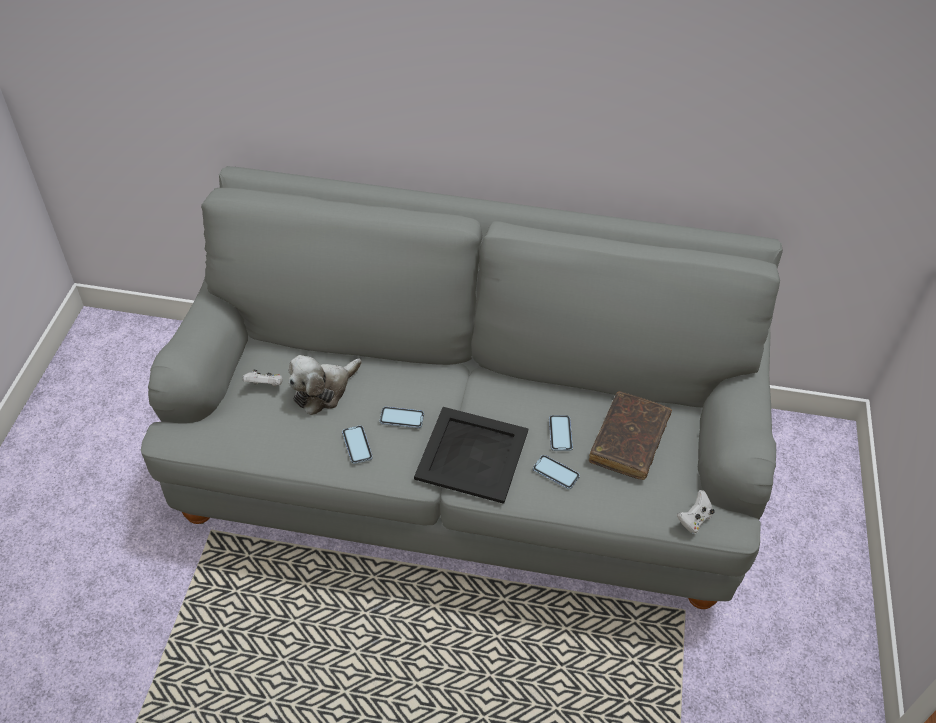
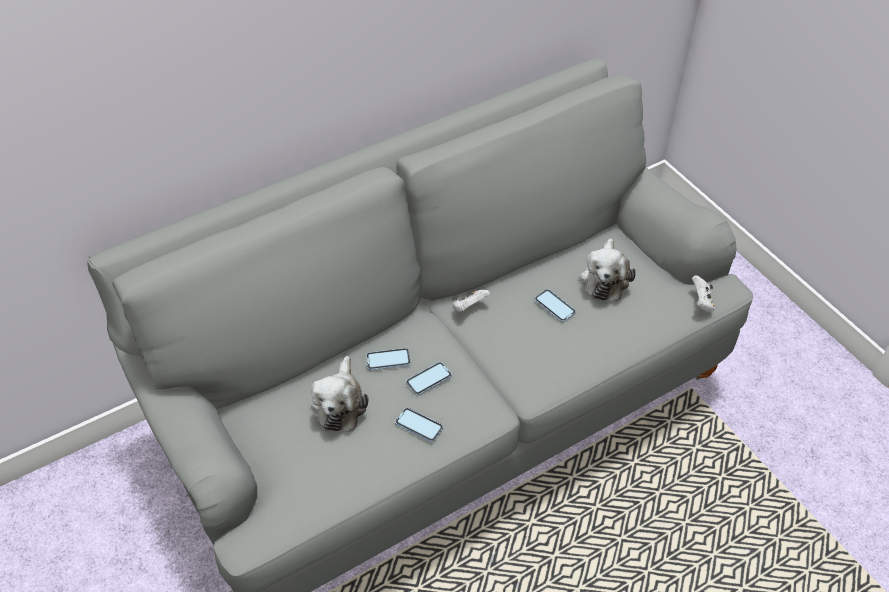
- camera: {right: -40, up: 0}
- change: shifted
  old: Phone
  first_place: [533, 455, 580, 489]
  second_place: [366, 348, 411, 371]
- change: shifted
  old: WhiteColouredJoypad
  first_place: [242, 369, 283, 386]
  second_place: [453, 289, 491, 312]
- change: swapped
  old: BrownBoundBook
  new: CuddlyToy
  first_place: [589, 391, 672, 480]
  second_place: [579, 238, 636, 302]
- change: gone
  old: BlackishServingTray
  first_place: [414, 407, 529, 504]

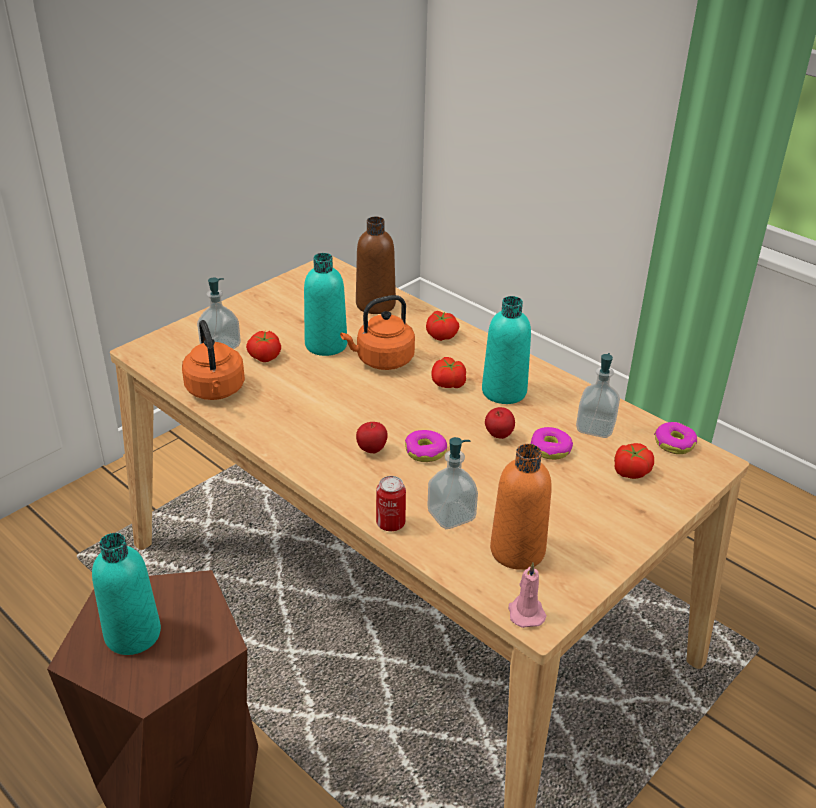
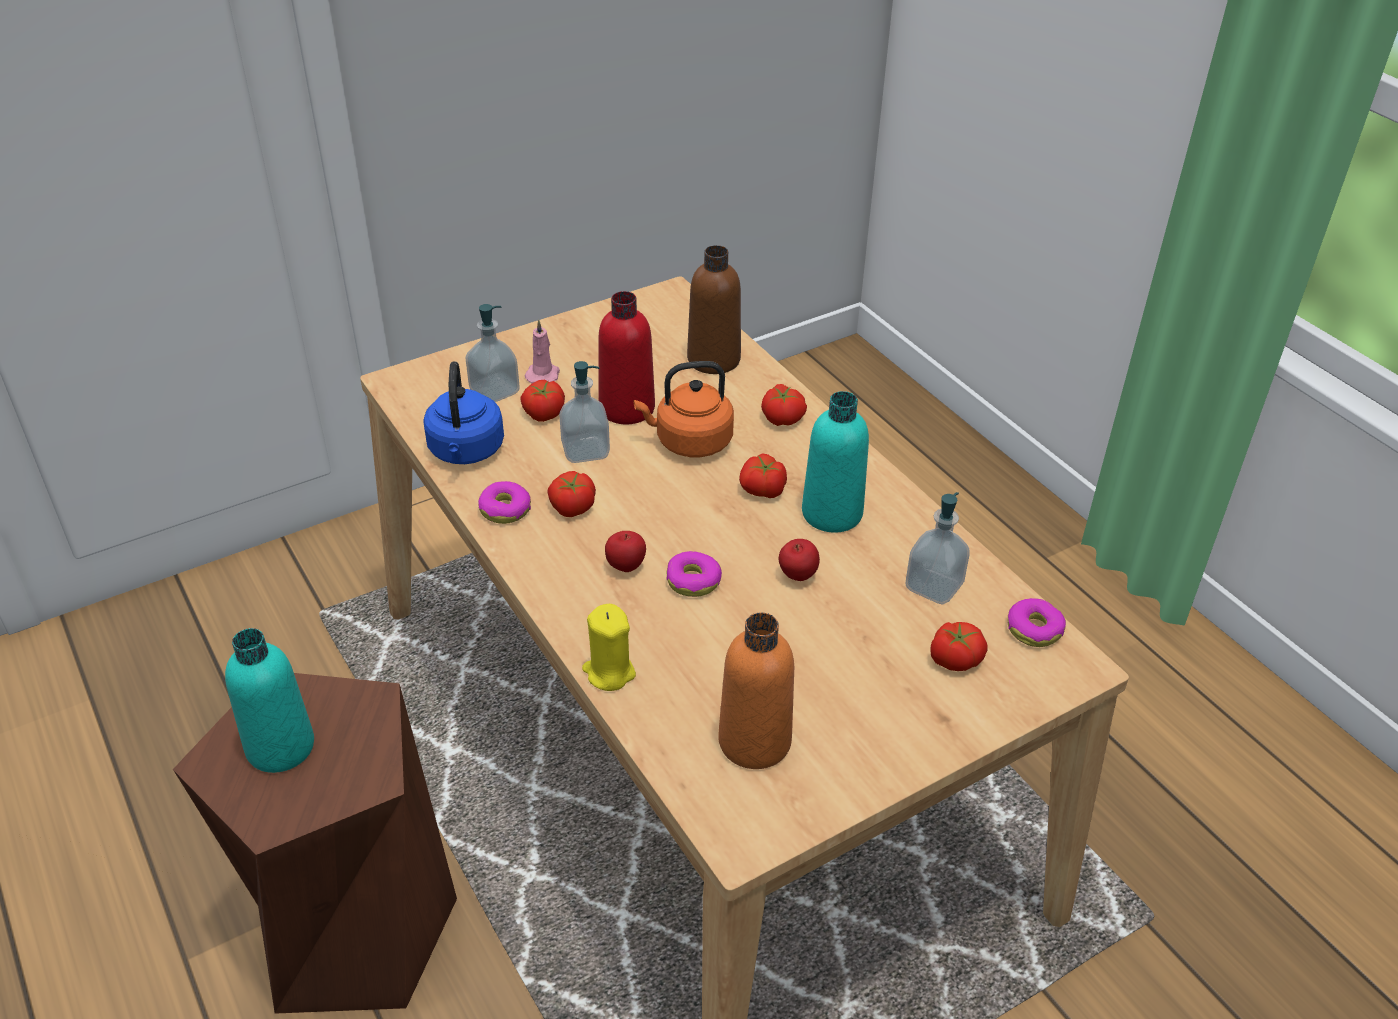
- camera: {right: 15, up: 5}
- change: repainted
  old: OrangeyWaterKettle
  new: BlueColouredWaterKettle
  first_place: [182, 320, 245, 400]
  second_place: [423, 361, 504, 464]
- change: shifted
  old: Donut
  first_place: [531, 427, 573, 460]
  second_place: [478, 481, 531, 524]
- change: shifted
  old: PinkishWaxCandle
  first_place: [508, 562, 547, 628]
  second_place: [525, 320, 560, 383]
- change: new
  new: FreshTomato
  second_place: [547, 471, 596, 517]
- change: shifted
  old: LiquidSoapBottle
  first_place: [427, 437, 478, 529]
  second_place: [559, 361, 610, 463]
- change: swapped
  old: SealedCan
  new: YellowColouredWaxCandle
  first_place: [376, 476, 406, 531]
  second_place: [582, 604, 636, 691]
- change: repainted
  old: BlueGreenBeverageBottle
  new: RedColouredBeverageBottle
  first_place: [304, 253, 347, 356]
  second_place: [598, 291, 655, 424]

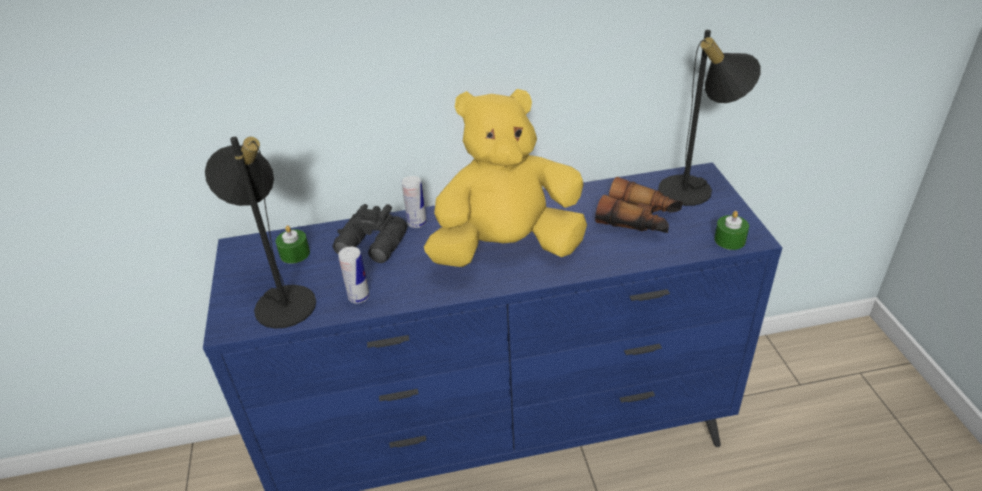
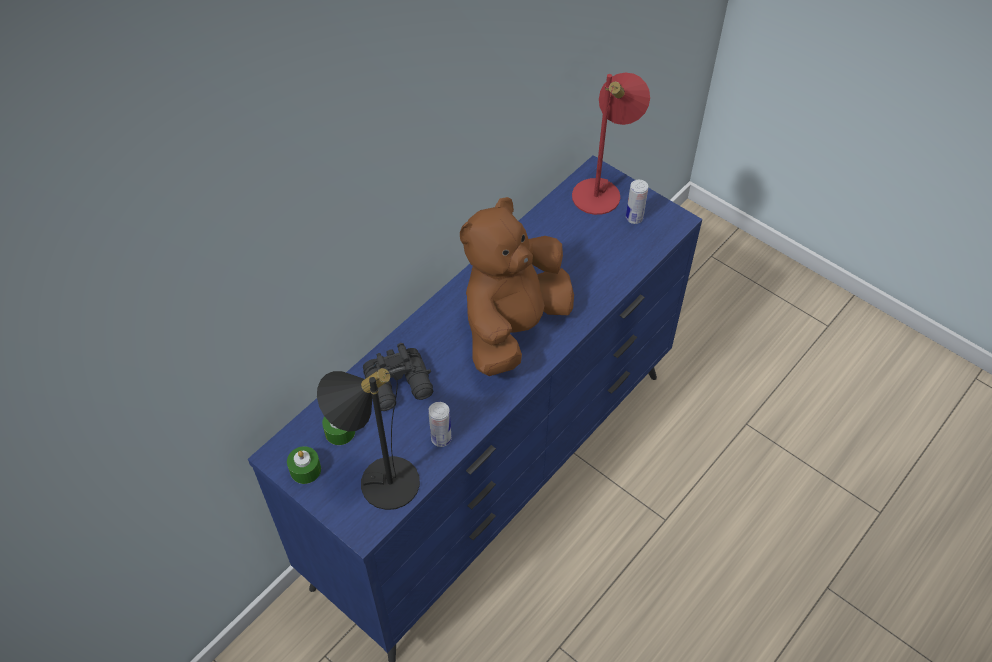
- camera: {right: -40, up: 15}
- change: shifted
  old: GreenishWaxCandle
  first_place: [714, 211, 749, 250]
  second_place: [287, 446, 321, 484]
- change: repainted
  old: YellowColouredCuddlyToy
  new: BrownCuddlyToy
  first_place: [424, 89, 587, 267]
  second_place: [460, 197, 574, 376]
- change: repainted
  old: BlackishLampForATable
  new: RedColouredLampForATable
  first_place: [658, 30, 761, 206]
  second_place: [572, 72, 650, 215]
- change: shifted
  old: SealedCan
  first_place: [401, 176, 427, 228]
  second_place: [626, 180, 648, 224]
- change: gone
  old: PairOfBinoculars
  first_place: [595, 177, 682, 233]

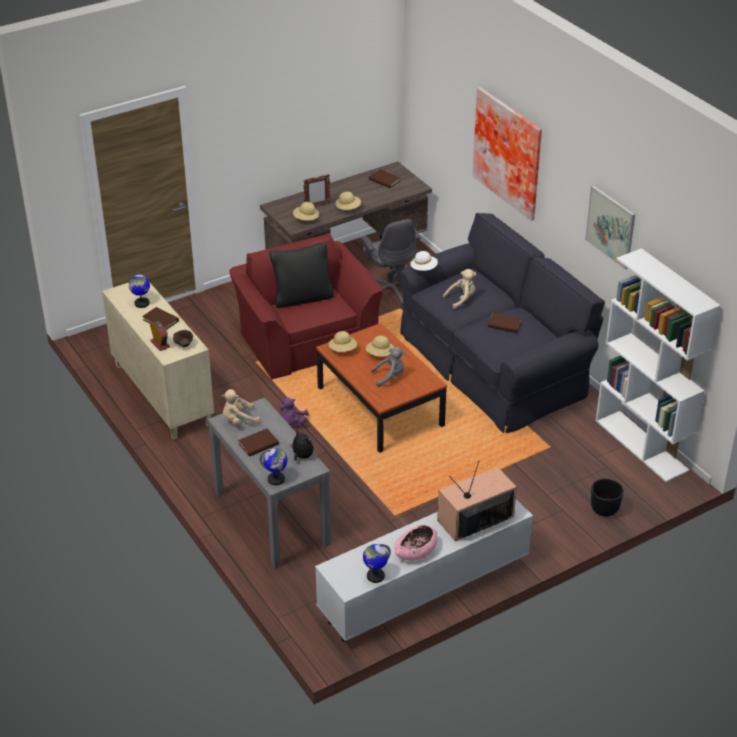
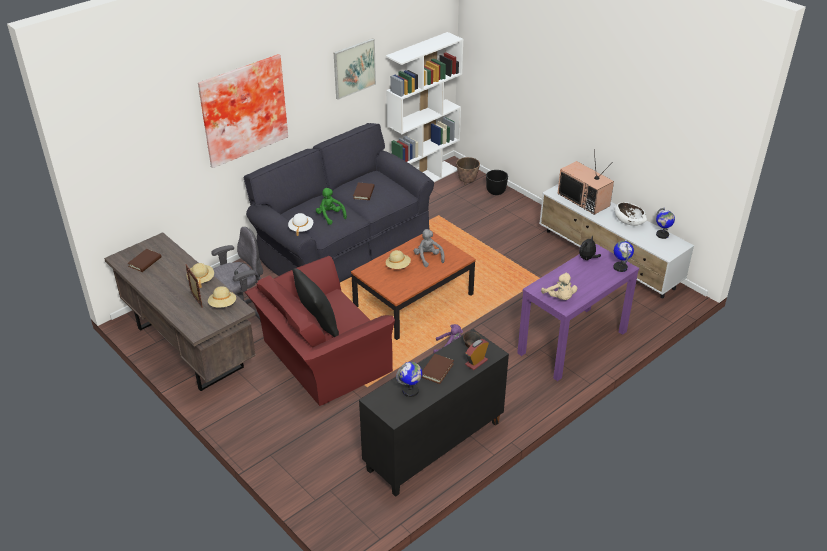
- camera: {right: -100, up: 0}
- change: repainted
  old: BeigeCuddlyToy
  new: GreenishCuddlyToy
  first_place: [443, 269, 476, 309]
  second_place: [316, 188, 347, 225]
- change: repainted
  old: BeigeCupboard
  new: BlackishCupboard
  first_place: [102, 283, 214, 439]
  second_place: [359, 329, 509, 497]
- change: new
  new: Planter
  second_place: [456, 157, 480, 185]
- change: repainted
  old: GrayConsoleTable
  new: PurplishConsoleTable
  first_place: [208, 398, 331, 569]
  second_place: [517, 244, 639, 381]
- change: repainted
  old: PinkishBowl
  new: WhiteColouredBowl
  first_place: [395, 525, 437, 561]
  second_place: [614, 202, 647, 226]
- change: gone
  old: BrownBoundBook
  first_place: [238, 428, 279, 457]
- change: gone
  old: BeigeClothingHat
  first_place: [329, 331, 357, 352]

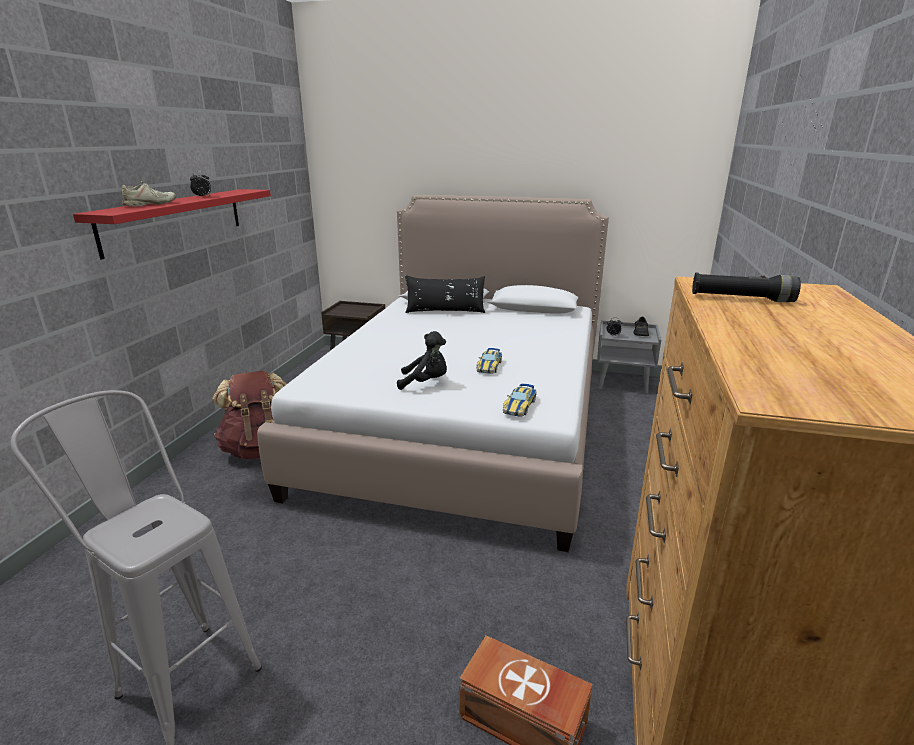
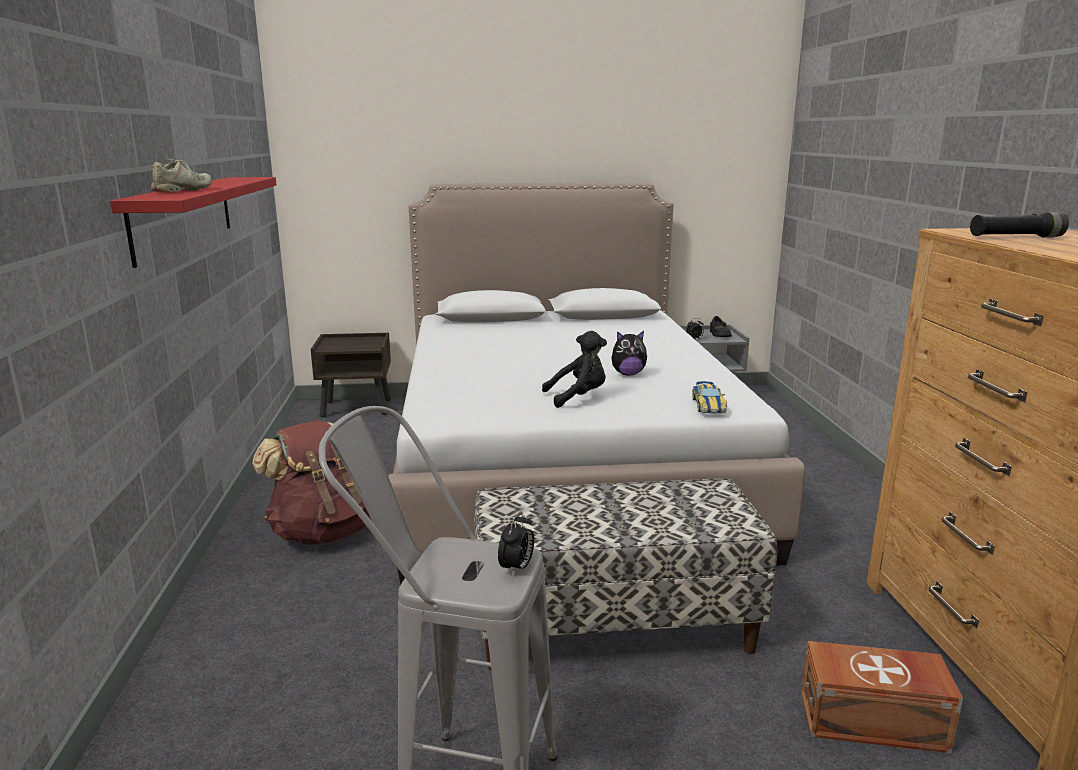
- camera: {right: -20, up: -5}
- change: new
  new: Bench
  second_place: [474, 479, 777, 670]
- change: shifted
  old: AlarmClock
  first_place: [190, 171, 211, 197]
  second_place: [498, 512, 534, 575]
- change: swapped
  old: ToyCar
  new: CuddlyToy
  first_place: [477, 348, 502, 374]
  second_place: [611, 331, 647, 375]
- change: gone
  old: BlackishPillow
  first_place: [405, 275, 485, 313]

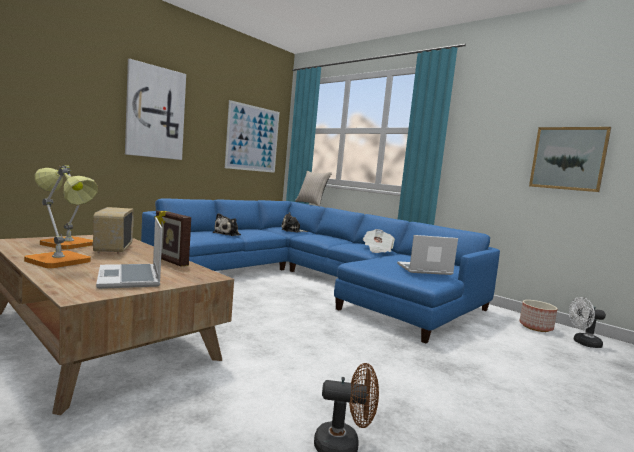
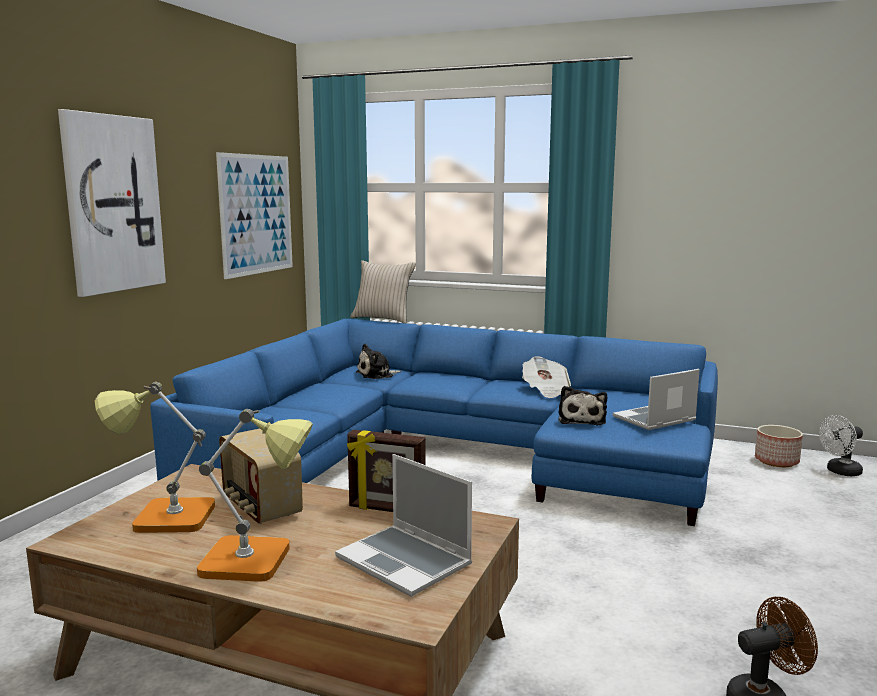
- camera: {right: -20, up: 5}
- change: shifted
  old: CuddlyToy
  first_place: [212, 213, 241, 236]
  second_place: [559, 386, 607, 426]
- change: gone
  old: Picture
  first_place: [529, 127, 611, 192]

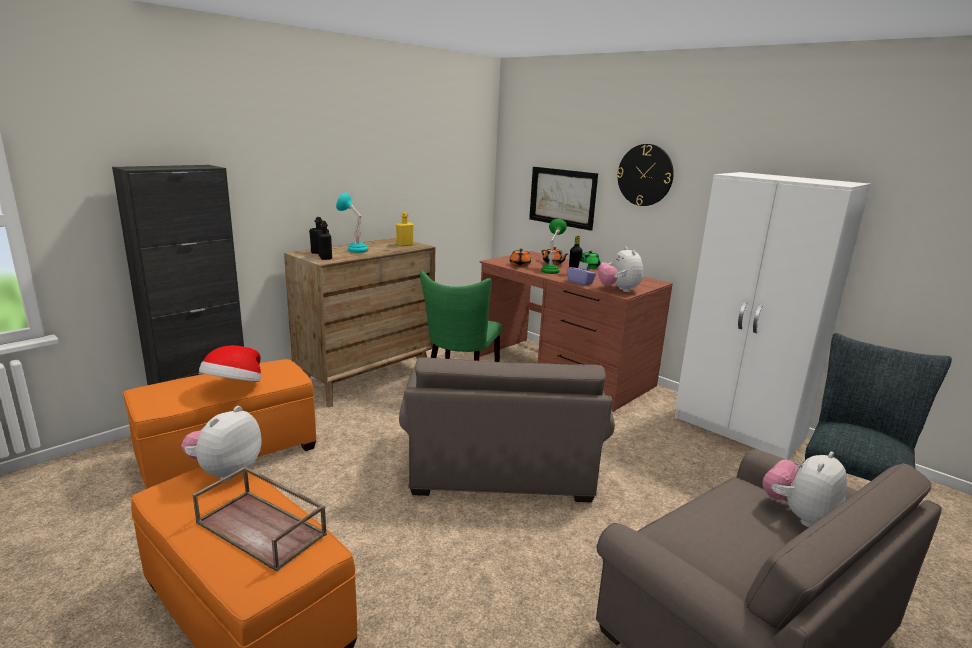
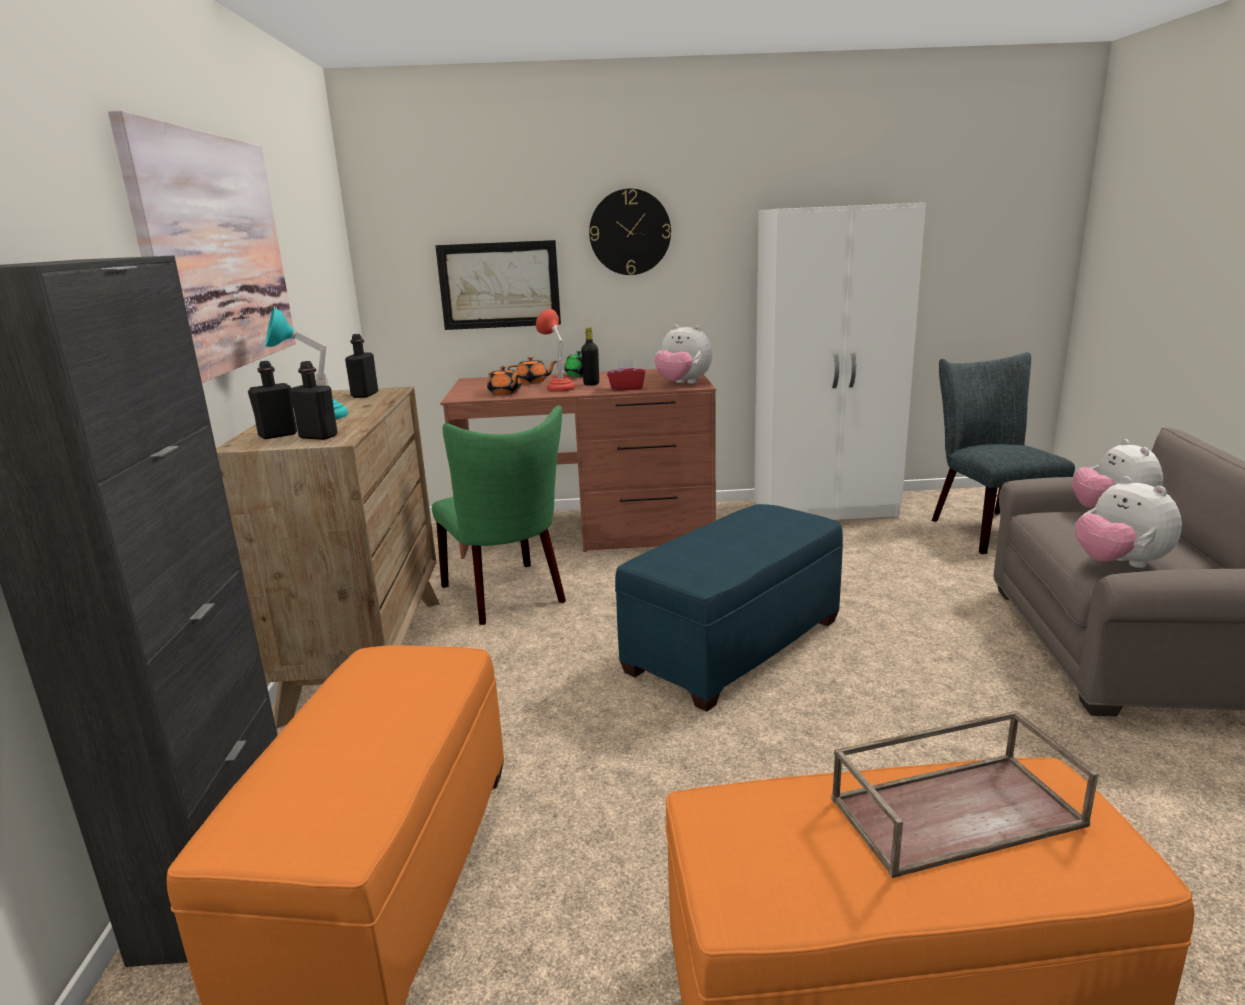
- camera: {right: -45, up: 0}
- change: new
  new: Picture
  second_place: [108, 110, 296, 383]
- change: repainted
  old: YellowColouredBeverageBottle
  new: BlackishBeverageBottle
  first_place: [396, 212, 414, 246]
  second_place: [345, 334, 378, 398]
- change: repainted
  old: GreenishLampForATable
  new: RedColouredLampForATable
  first_place: [541, 219, 567, 274]
  second_place: [536, 309, 575, 392]
- change: repainted
  old: PurplishTissueBox
  new: RedColouredTissueBox
  first_place: [567, 262, 596, 285]
  second_place: [607, 359, 645, 391]
- change: swapped
  old: GrayArmchair
  new: BlueColouredFootrest
  first_place: [399, 357, 615, 502]
  second_place: [615, 504, 843, 712]
- change: shifted
  old: CuddlyToy
  first_place: [181, 406, 262, 481]
  second_place: [1075, 476, 1182, 568]
- change: gone
  old: ClothingHat
  first_place: [199, 345, 261, 382]

